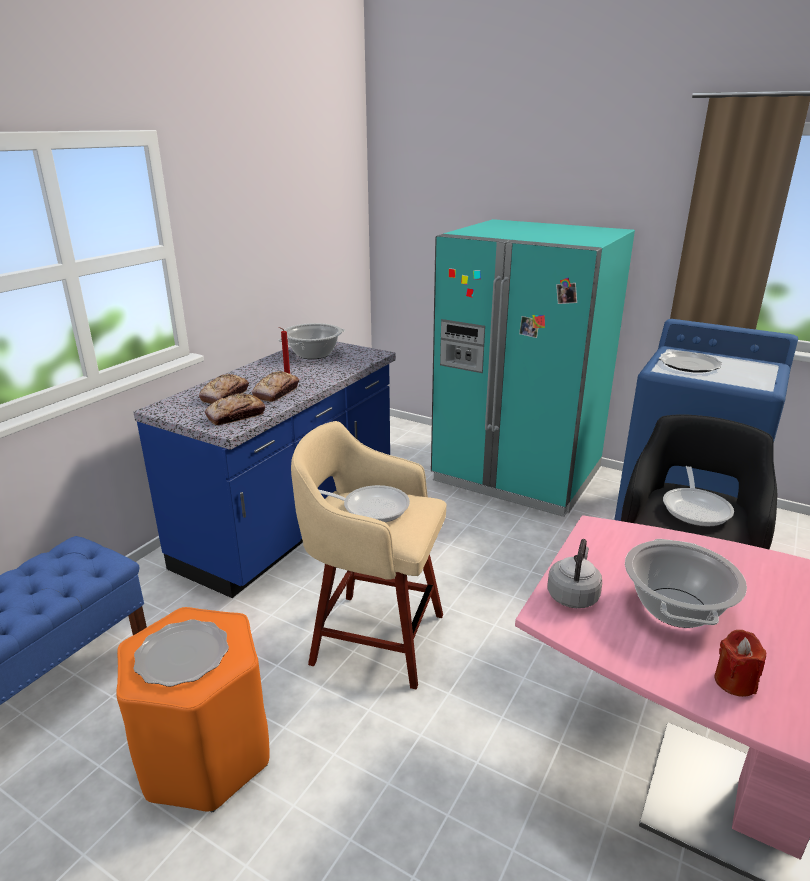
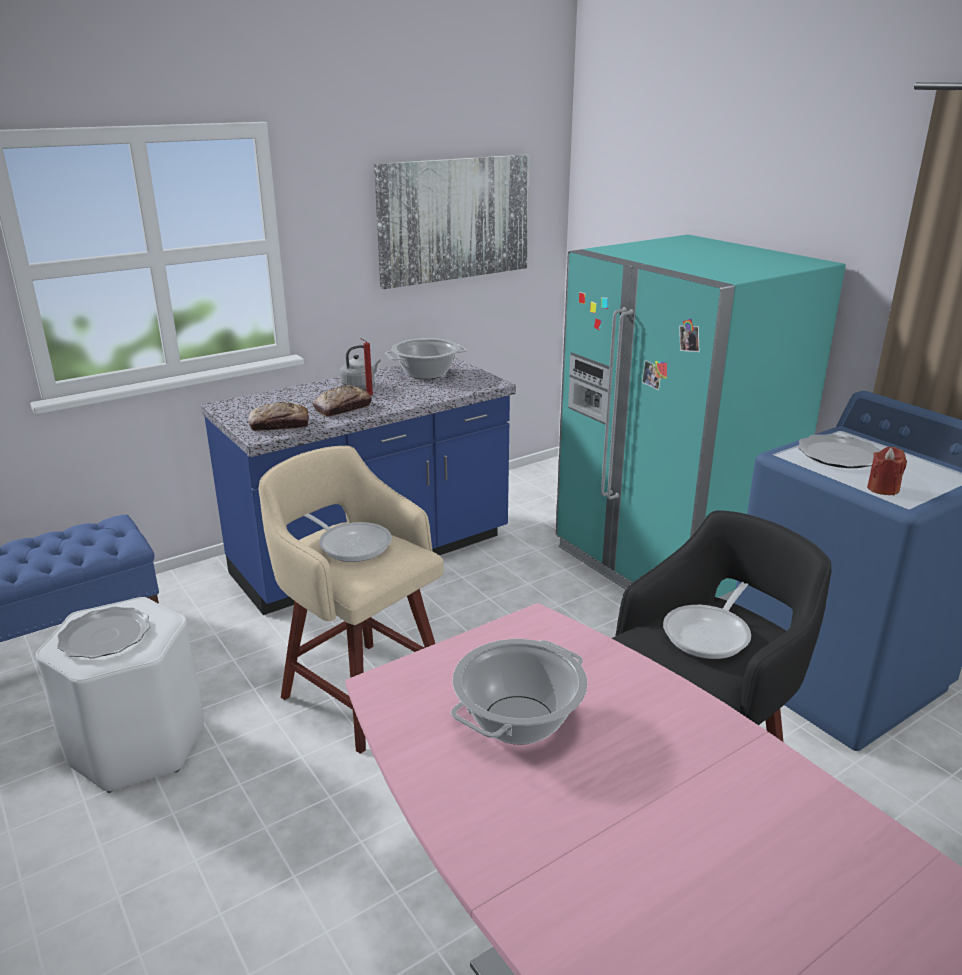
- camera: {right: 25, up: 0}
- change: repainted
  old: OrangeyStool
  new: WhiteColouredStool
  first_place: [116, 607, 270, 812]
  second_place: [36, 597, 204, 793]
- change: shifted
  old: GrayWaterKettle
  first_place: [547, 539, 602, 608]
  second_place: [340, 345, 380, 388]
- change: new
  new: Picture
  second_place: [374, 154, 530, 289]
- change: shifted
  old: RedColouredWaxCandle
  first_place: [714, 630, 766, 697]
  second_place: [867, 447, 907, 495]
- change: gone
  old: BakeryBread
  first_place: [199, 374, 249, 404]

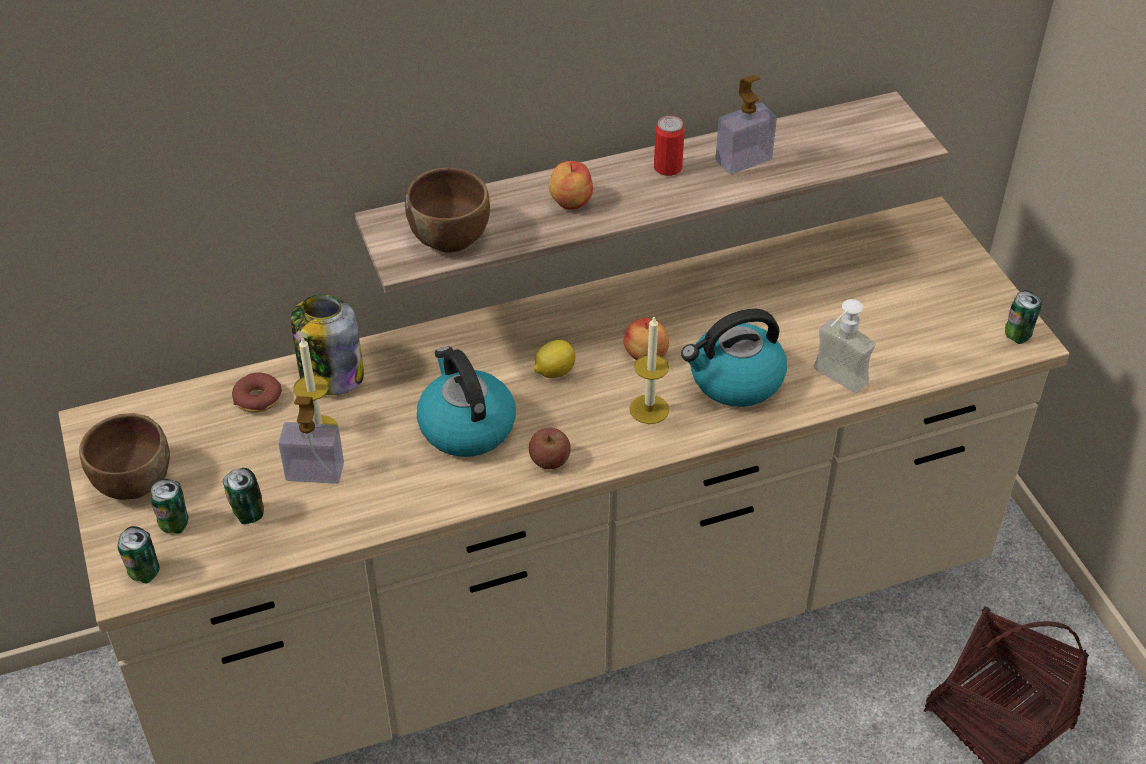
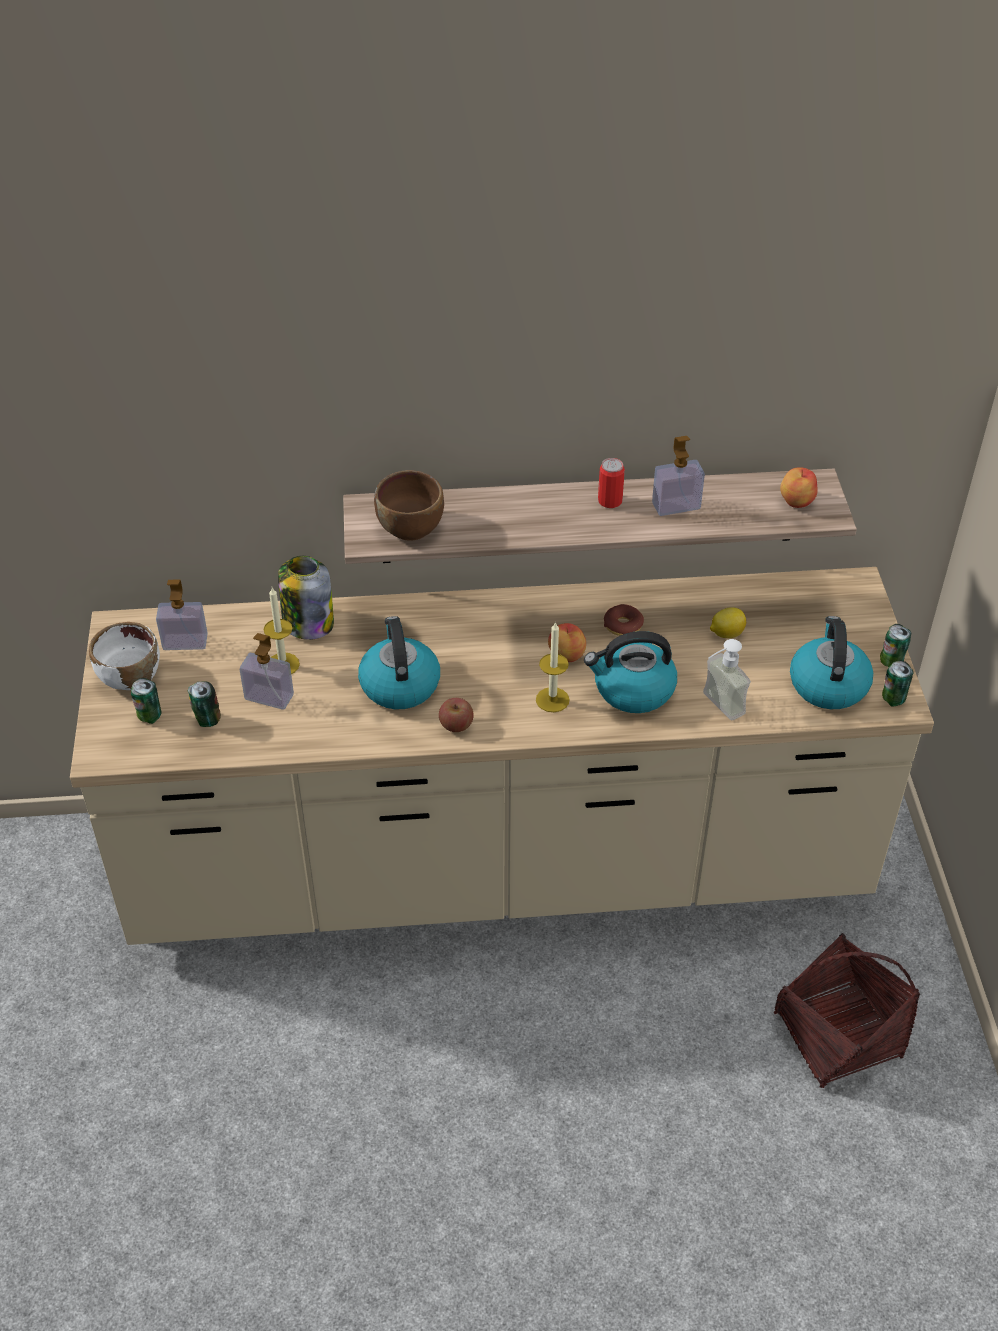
- camera: {right: 15, up: 0}
- change: repainted
  old: BrownBowl
  new: WhiteColouredBowl
  first_place: [79, 413, 170, 500]
  second_place: [89, 622, 160, 690]
- change: new
  new: LiquidSoapBottle
  second_place: [156, 579, 208, 650]
- change: shifted
  old: Donut
  first_place: [232, 373, 282, 413]
  second_place: [604, 604, 644, 636]
- change: shifted
  old: Lemon
  first_place: [534, 340, 575, 378]
  second_place: [710, 607, 746, 638]
- change: shifted
  old: WholeApple
  first_place: [549, 161, 593, 210]
  second_place: [780, 467, 817, 508]
- change: new
  new: WaterKettle
  second_place: [790, 616, 873, 709]
- change: shifted
  old: SealedCan
  first_place: [118, 526, 160, 583]
  second_place: [880, 624, 911, 667]

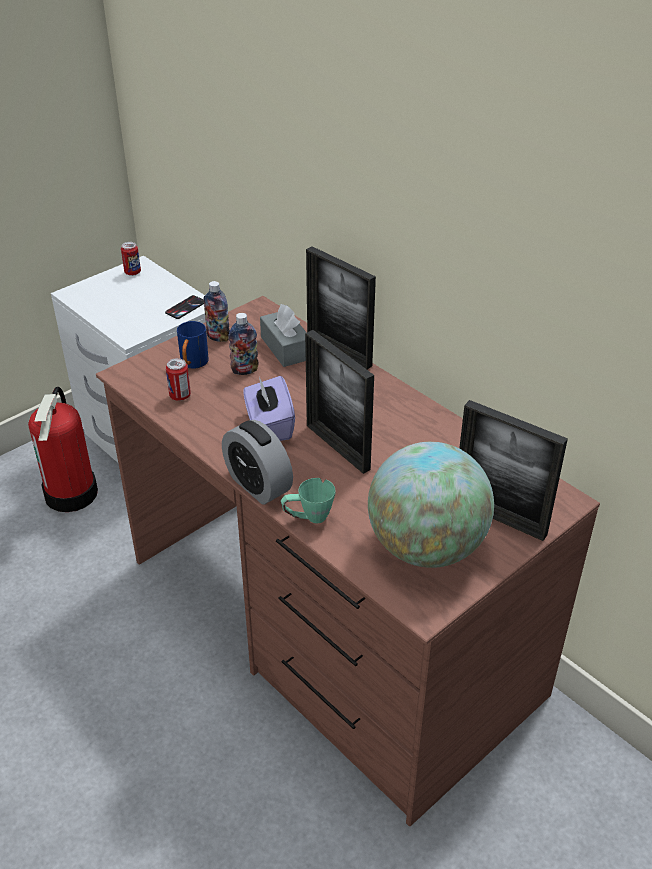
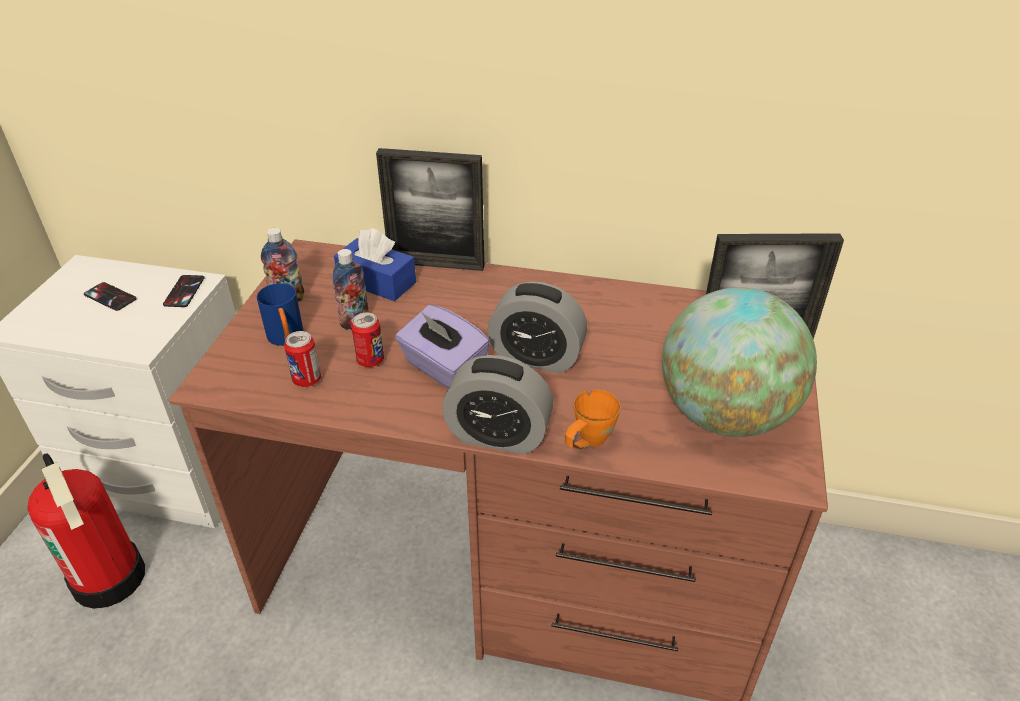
- camera: {right: -35, up: 0}
- change: new
  new: Phone
  second_place: [84, 282, 137, 311]
- change: repainted
  old: GrayTissueBox
  new: BlueColouredTissueBox
  first_place: [260, 304, 307, 367]
  second_place: [334, 228, 416, 301]
- change: shifted
  old: SealedCan
  first_place: [121, 242, 141, 276]
  second_place: [351, 313, 384, 367]
- change: swapped
  old: PictureFrame
  new: AlarmClock
  first_place: [305, 330, 374, 474]
  second_place: [488, 281, 587, 373]
- change: repainted
  old: GreenishTeaMug
  new: OrangeyTeaMug
  first_place: [281, 478, 336, 524]
  second_place: [565, 390, 621, 450]

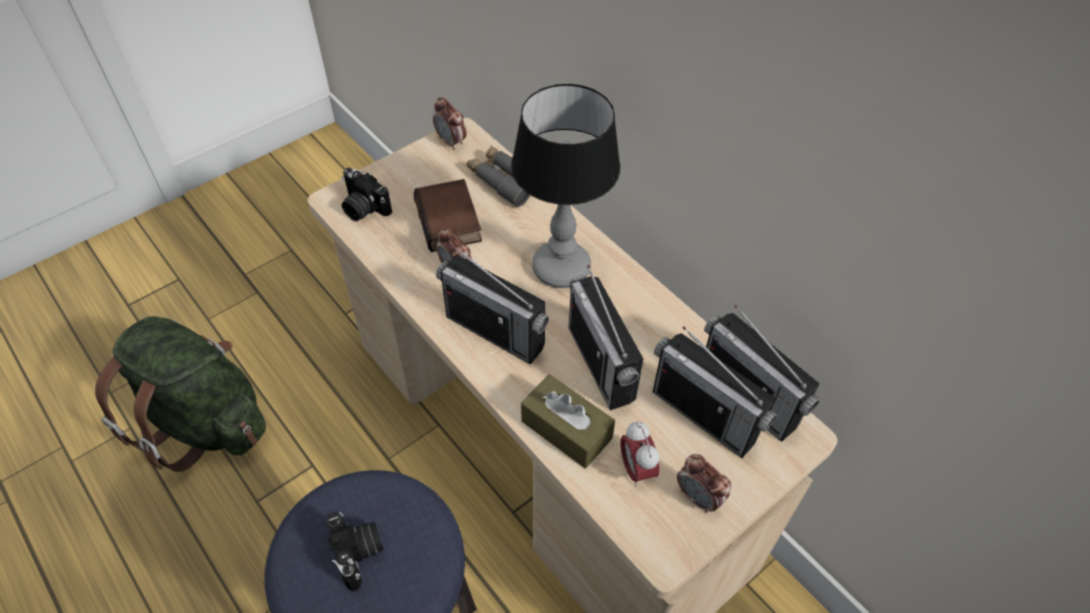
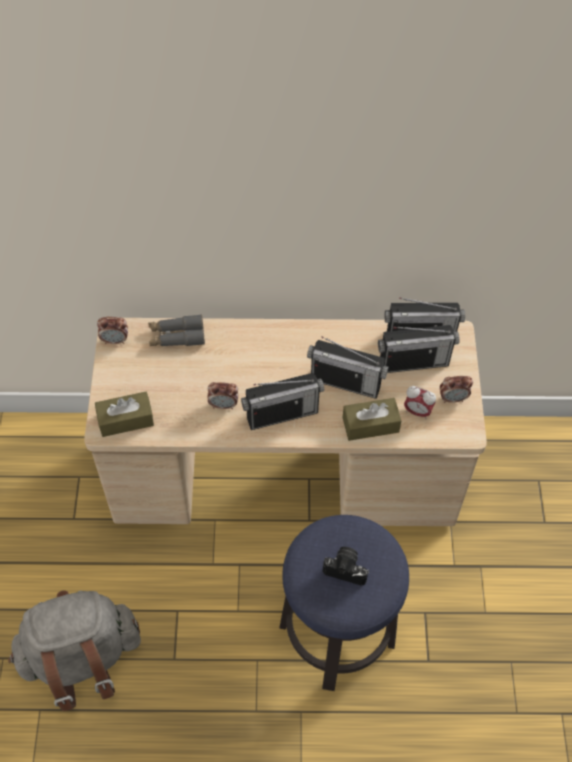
- camera: {right: -50, up: 5}
- change: repainted
  old: GreenishKnapsack
  new: GrayKnapsack
  first_place: [95, 316, 266, 472]
  second_place: [8, 590, 141, 711]
- change: swapped
  old: StillCamera
  new: BrownTissueBox
  first_place: [342, 168, 392, 221]
  second_place: [95, 392, 154, 437]
- change: gone
  old: BoundBook
  first_place: [414, 179, 482, 252]
- change: gone
  old: LampForATable
  first_place: [511, 84, 620, 288]

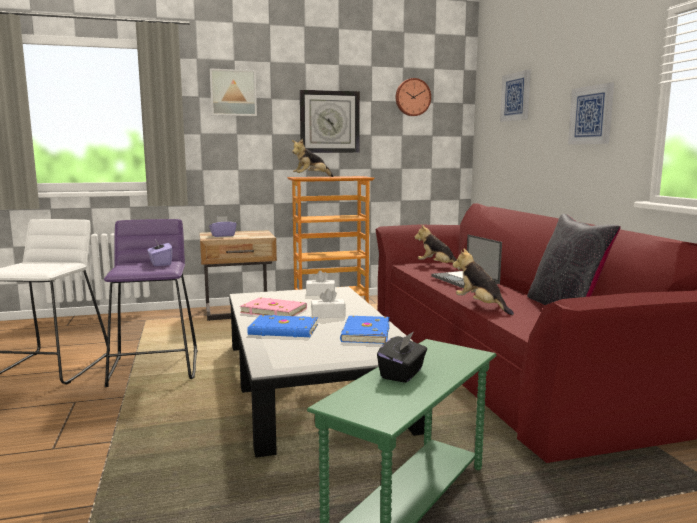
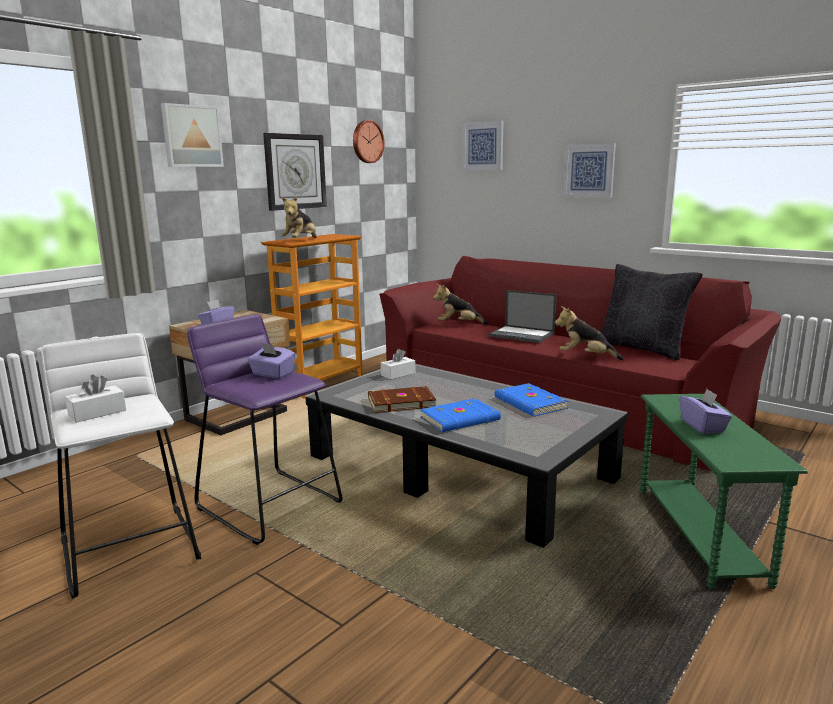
- camera: {right: -35, up: 5}
- change: shifted
  old: WhiteColouredTissueBox
  first_place: [311, 289, 346, 318]
  second_place: [65, 375, 126, 423]
- change: repainted
  old: PinkishBoundBook
  new: BrownBoundBook
  first_place: [240, 297, 307, 316]
  second_place: [368, 386, 436, 413]
- change: repainted
  old: BlackishTissueBox
  new: PurplishTissueBox
  first_place: [377, 331, 427, 383]
  second_place: [680, 389, 732, 434]

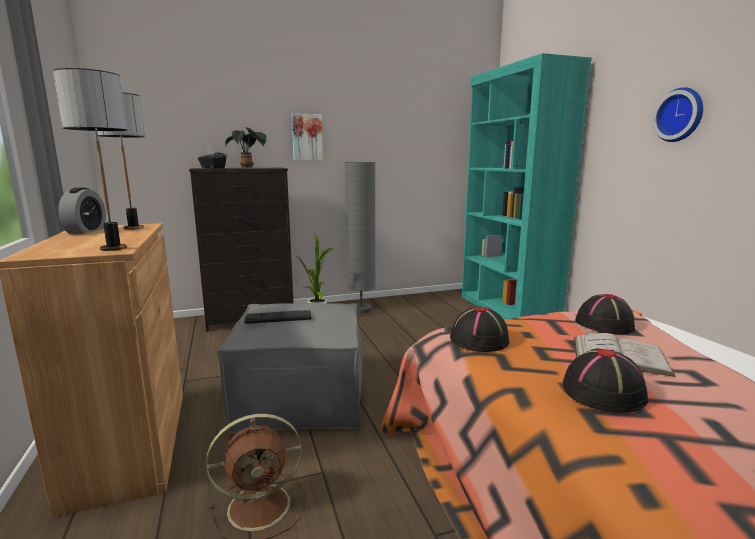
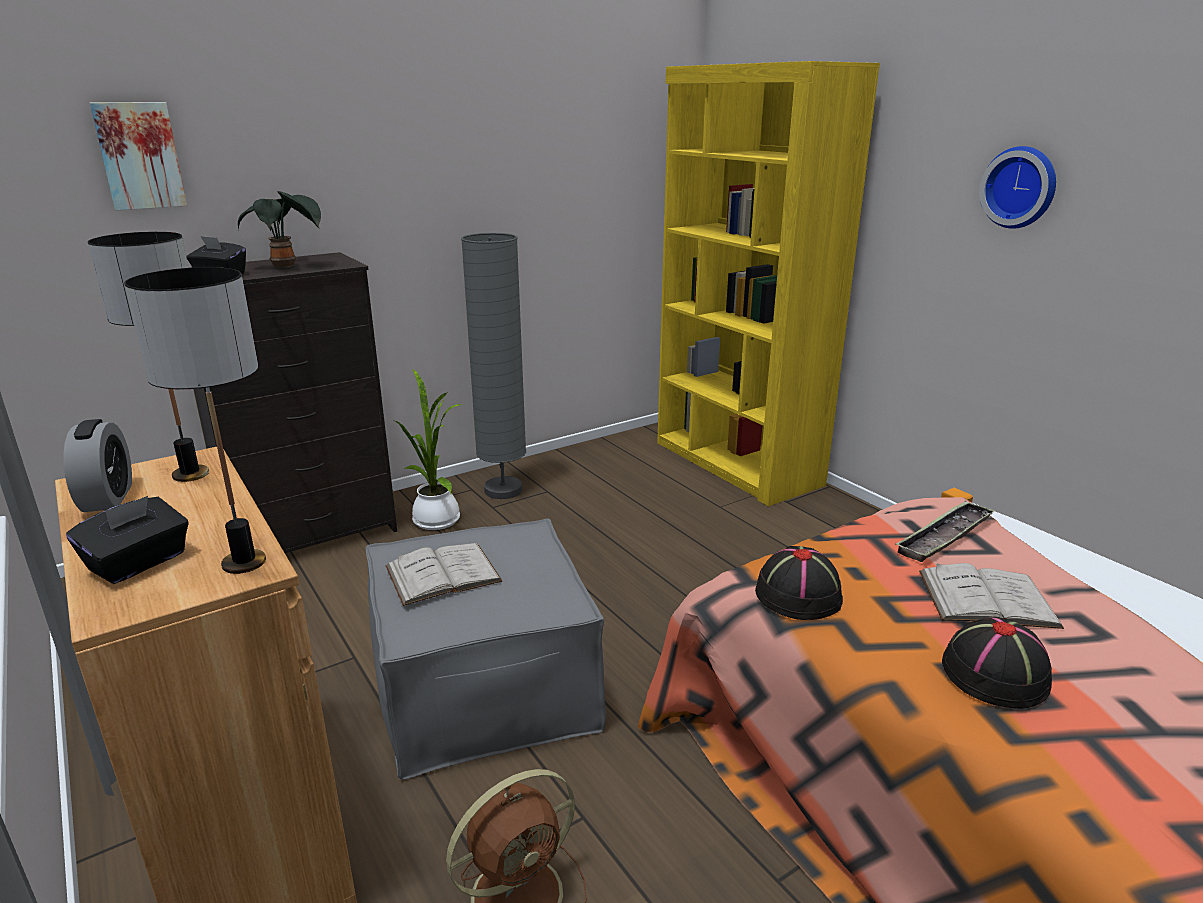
- camera: {right: -15, up: 10}
- change: new
  new: BlackishTissueBox
  second_place: [66, 496, 189, 584]
- change: shifted
  old: Picture
  first_place: [292, 113, 323, 160]
  second_place: [90, 102, 187, 210]
- change: swapped
  old: Keyboard
  new: WhiteColouredBoundBook
  first_place: [245, 310, 312, 324]
  second_place: [385, 543, 502, 606]
- change: repainted
  old: BlueGreenShelvingUnit
  new: YellowColouredShelvingUnit
  first_place: [462, 53, 592, 319]
  second_place: [657, 61, 880, 506]
- change: swapped
  old: BlackishClothingHat
  new: ServingTray
  first_place: [575, 294, 635, 334]
  second_place: [895, 502, 995, 562]

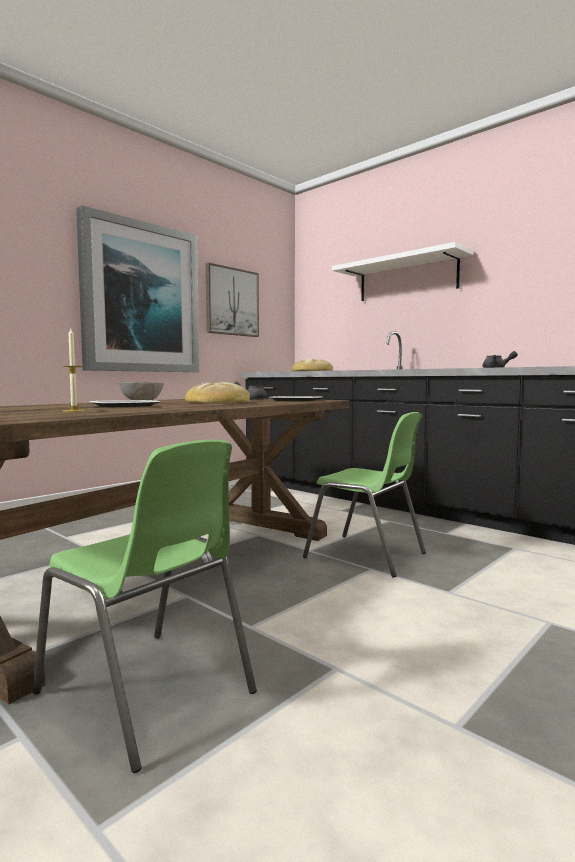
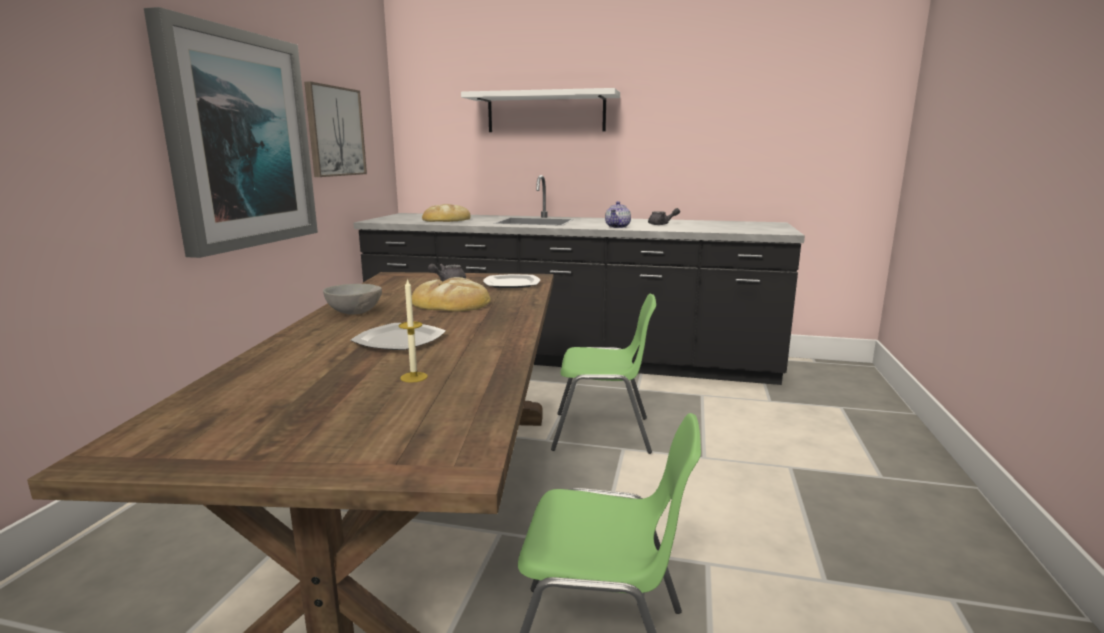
- camera: {right: -30, up: 10}
- change: new
  new: TeaPot
  second_place: [605, 201, 631, 228]

